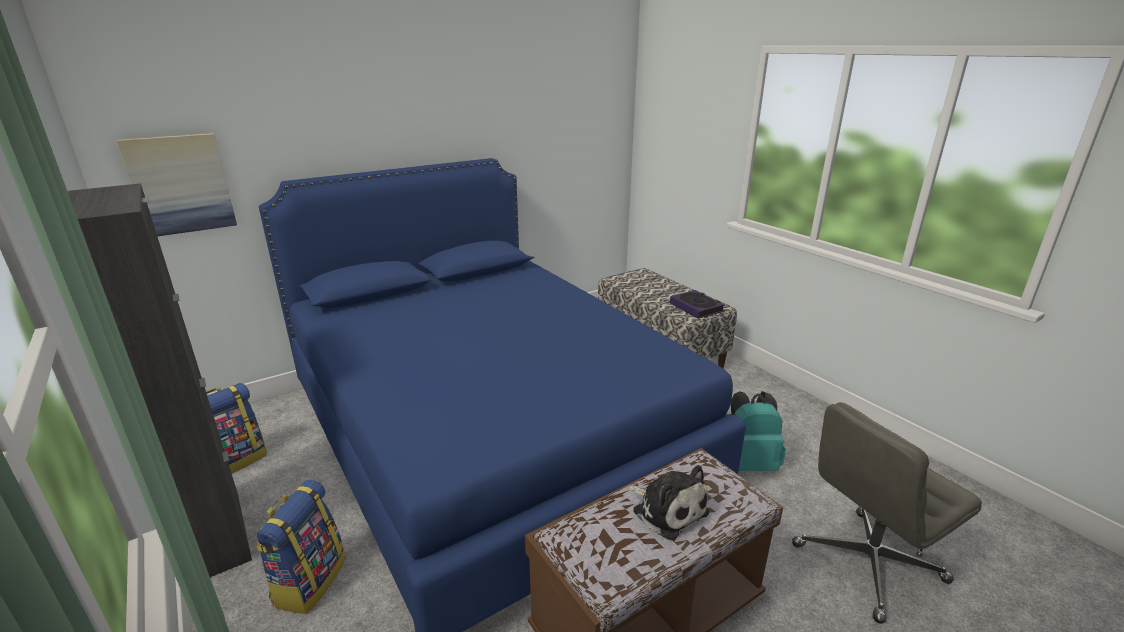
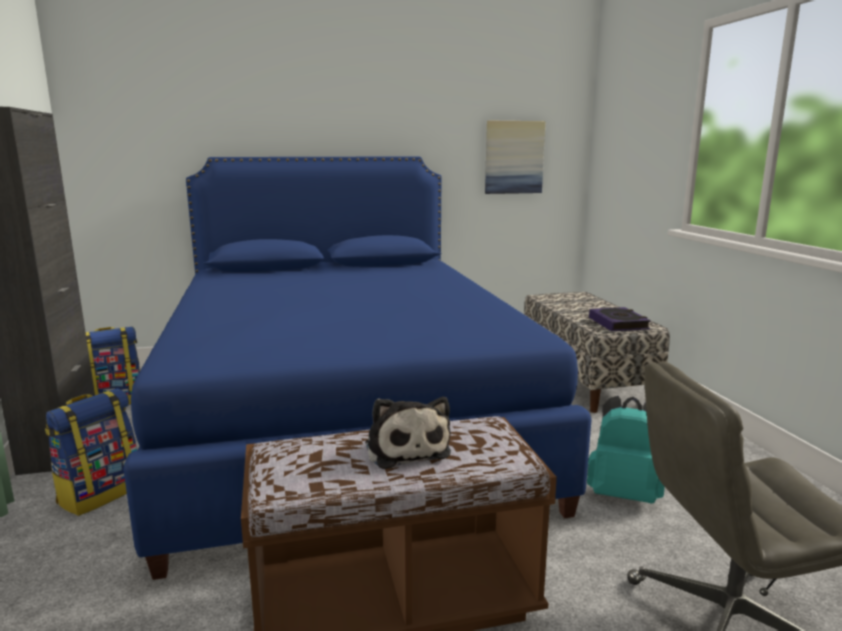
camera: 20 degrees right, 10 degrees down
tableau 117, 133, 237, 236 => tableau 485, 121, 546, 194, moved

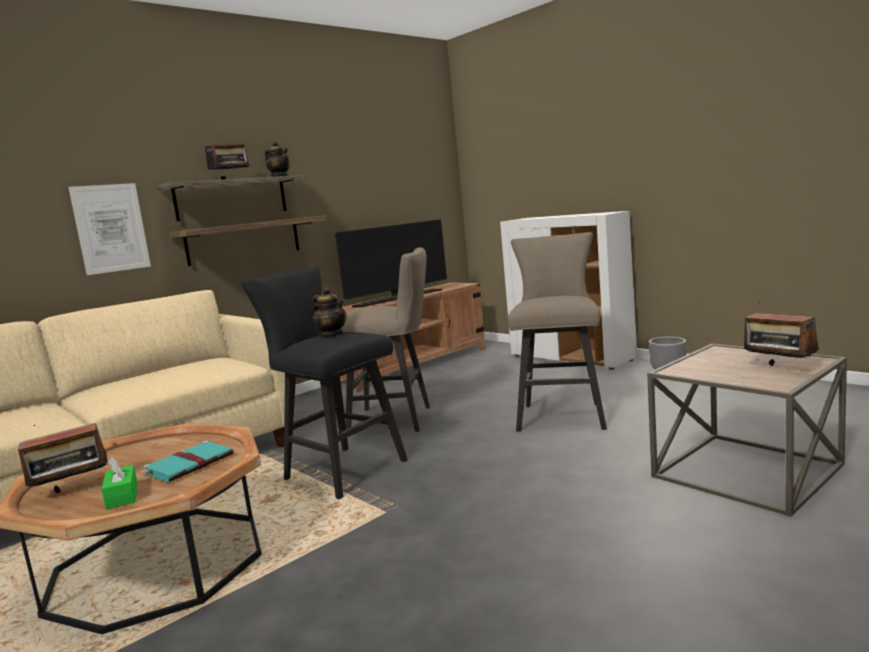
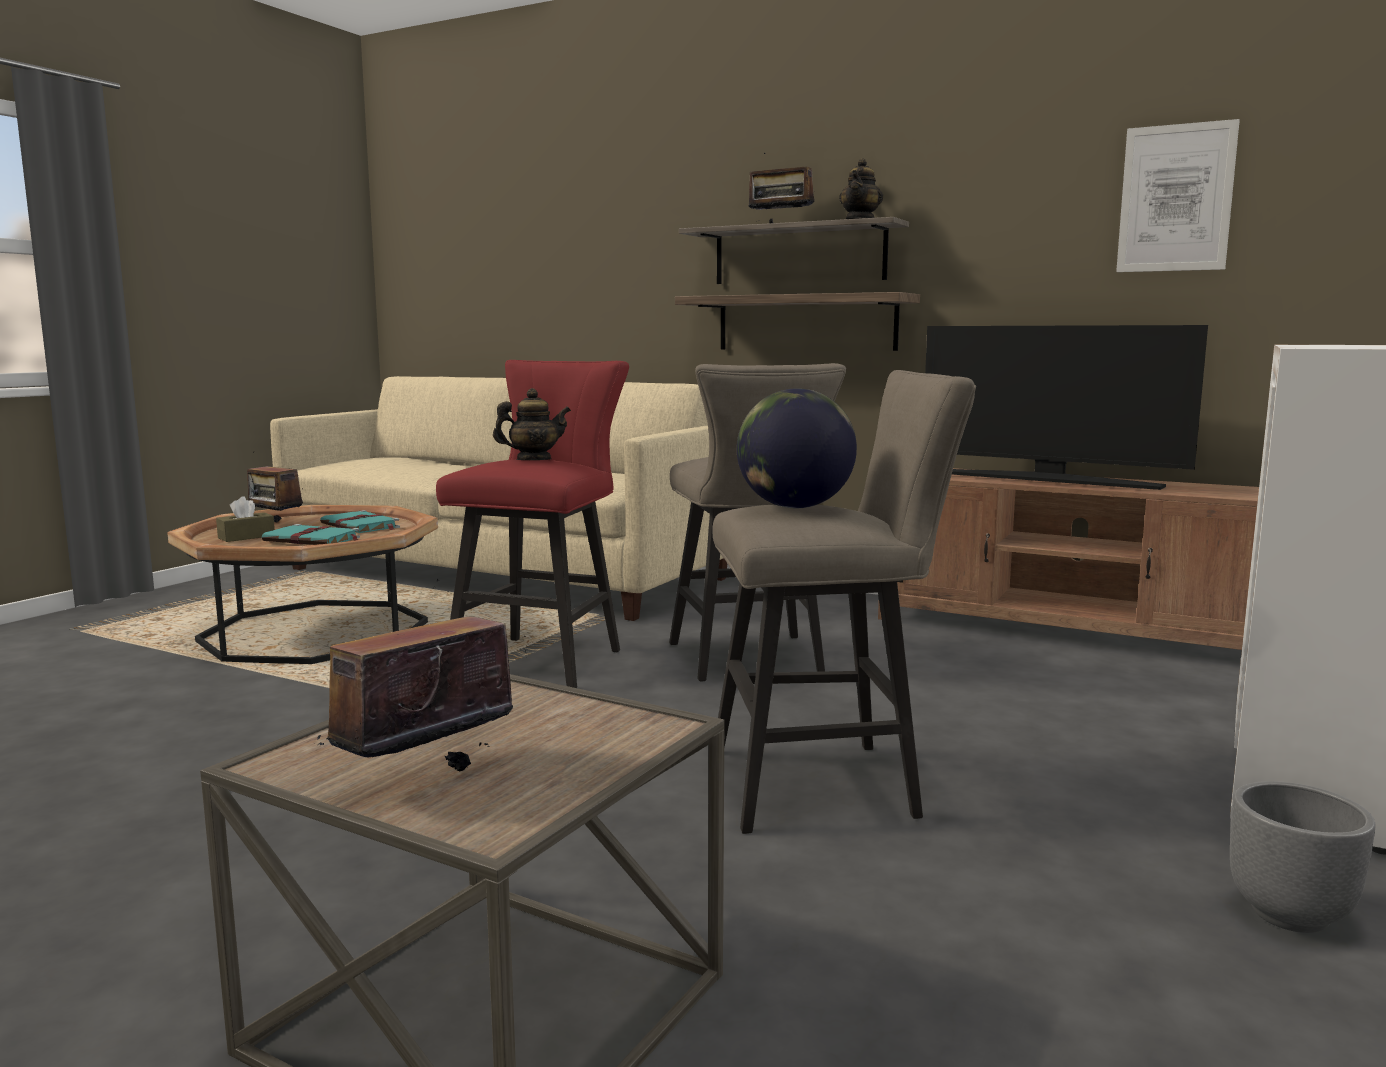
camera: 70 degrees right, 0 degrees up
tableau 69, 183, 151, 275 => tableau 1116, 119, 1240, 272, moved
tabouret/noir 241, 265, 408, 499 => tabouret/rouge 436, 360, 629, 688
théière 312, 287, 347, 336 => théière 493, 388, 571, 460, 135 degrees counterclockwise
boîte à mouchoirs/vert 101, 457, 138, 509 => boîte à mouchoirs/marron 216, 496, 275, 542
nothing => globe 737, 388, 857, 508
nothing => livre/turquoise 320, 510, 400, 533

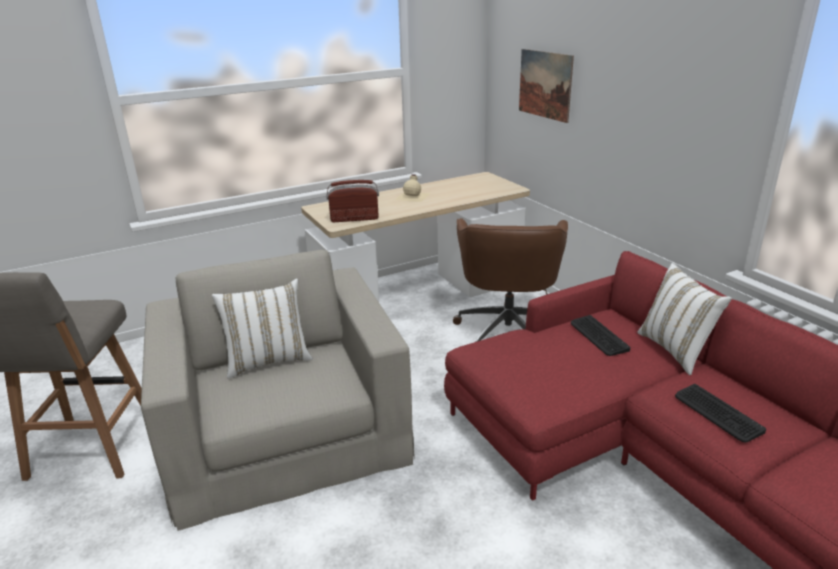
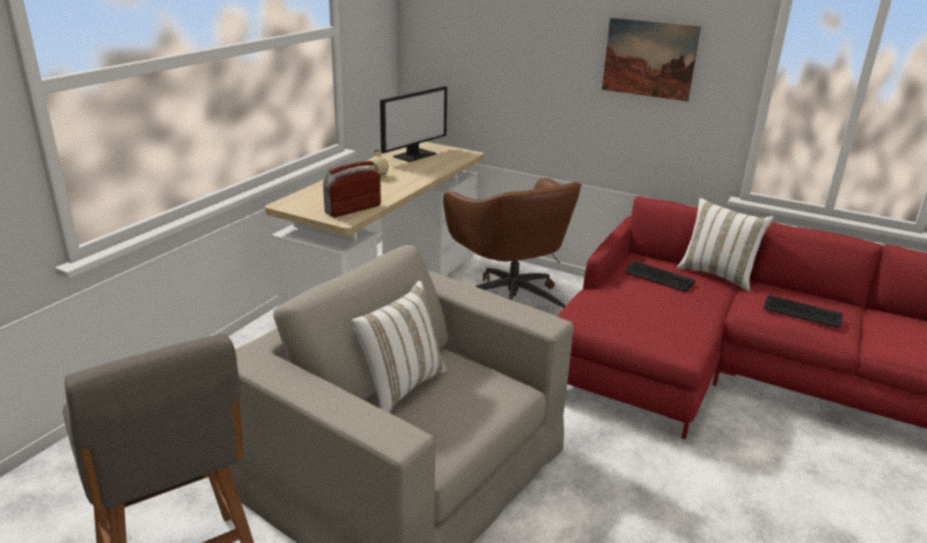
camera: 35 degrees left, 0 degrees up
tableau 519, 49, 574, 123 => tableau 602, 18, 701, 102, moved
nothing => écran d'ordinateur 380, 86, 447, 162

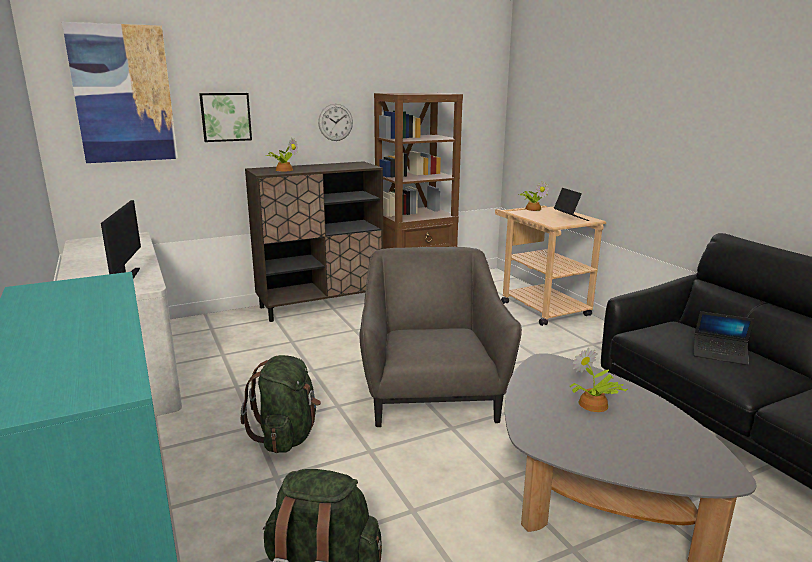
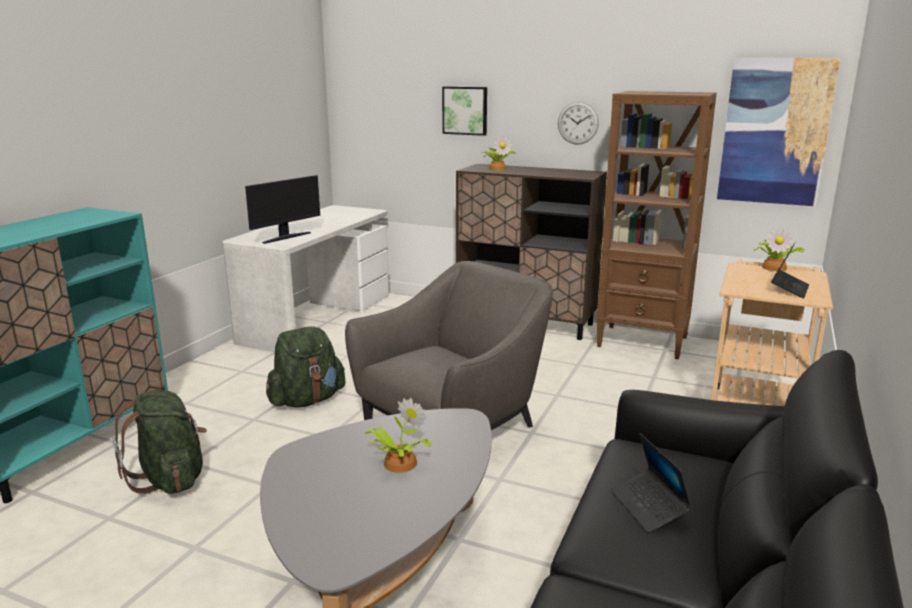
camera: 50 degrees right, 0 degrees up
tableau 62, 22, 178, 163 => tableau 717, 58, 841, 206, moved

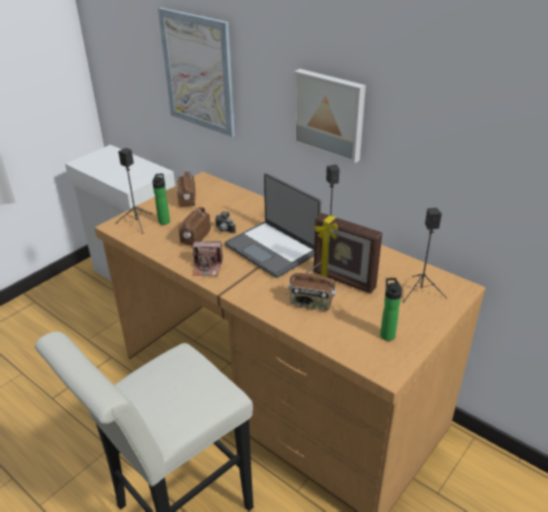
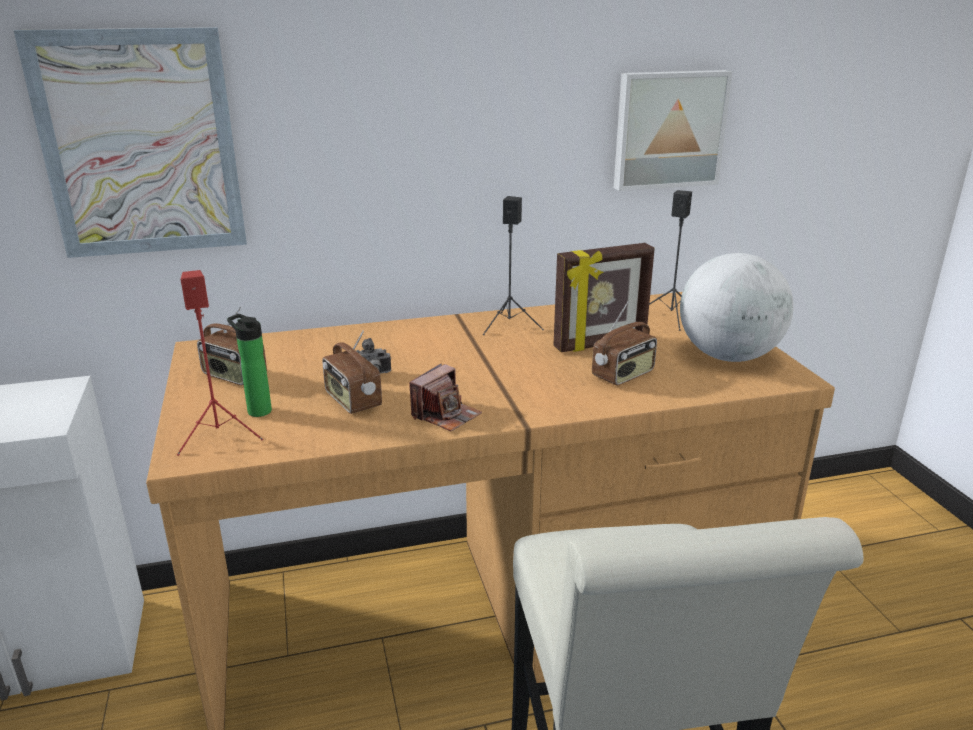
camera: 55 degrees left, 10 degrees down
tableau 293, 69, 366, 164 => tableau 614, 70, 732, 191, moved
enceinte/noir 116, 148, 152, 233 => enceinte/rouge 177, 270, 263, 456
ordinateur portable 225, 173, 321, 278 => nothing
bouteille 380, 278, 402, 341 => globe 680, 253, 794, 362

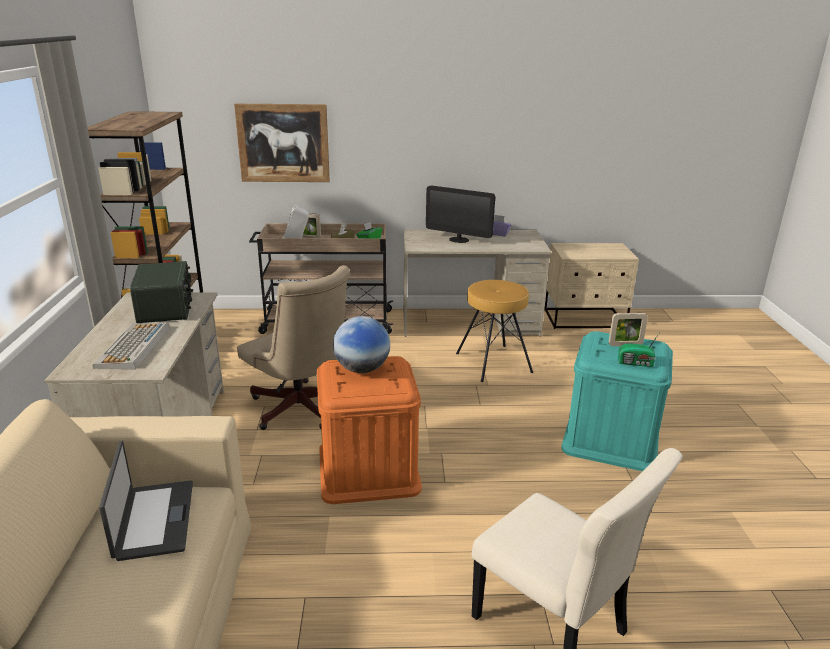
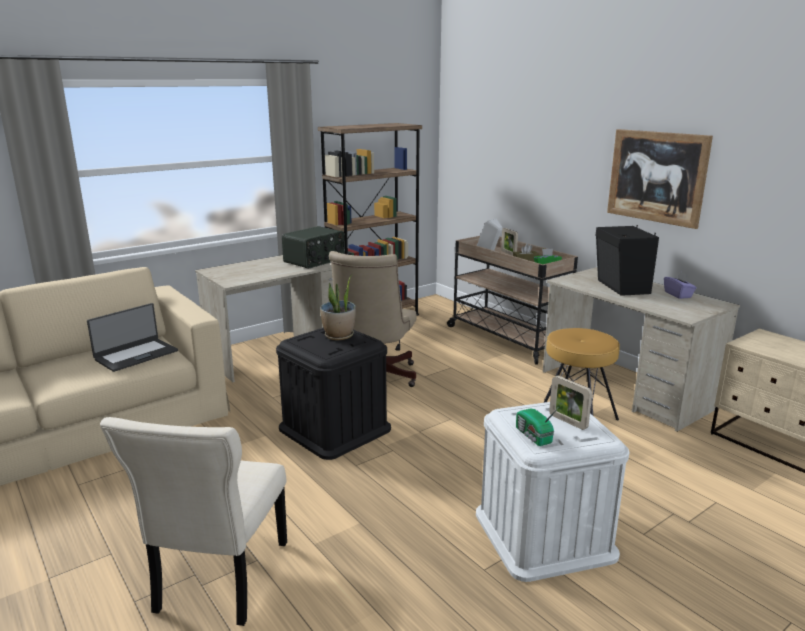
camera: 55 degrees right, 5 degrees down
tableau 234, 104, 330, 182 => tableau 607, 129, 713, 229, moved
écran d'ordinateur 426, 185, 495, 243 => enceinte/noir 596, 225, 659, 296
globe 333, 316, 390, 373 => plante en pot 320, 274, 356, 340
clavier 92, 322, 170, 369 => nothing
boîte de rangement/turquoise 561, 331, 673, 471 => boîte de rangement/blanc 476, 402, 629, 582
boîte de rangement/orange 317, 356, 422, 504 => boîte de rangement/noir 276, 327, 391, 460

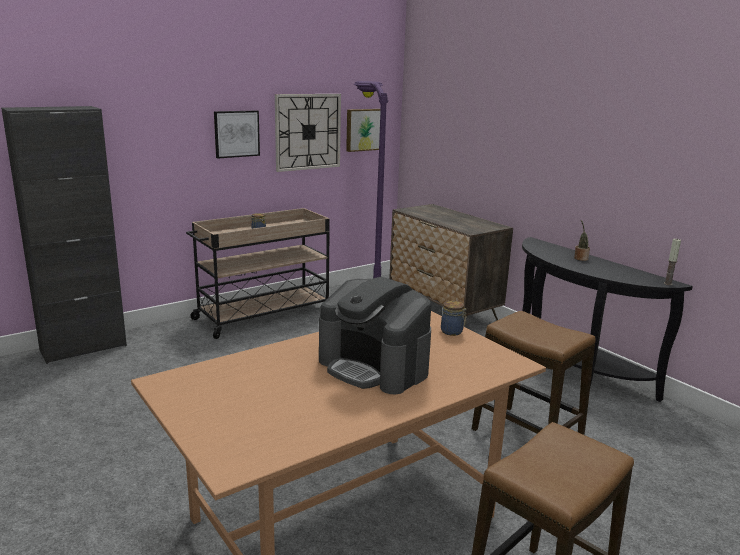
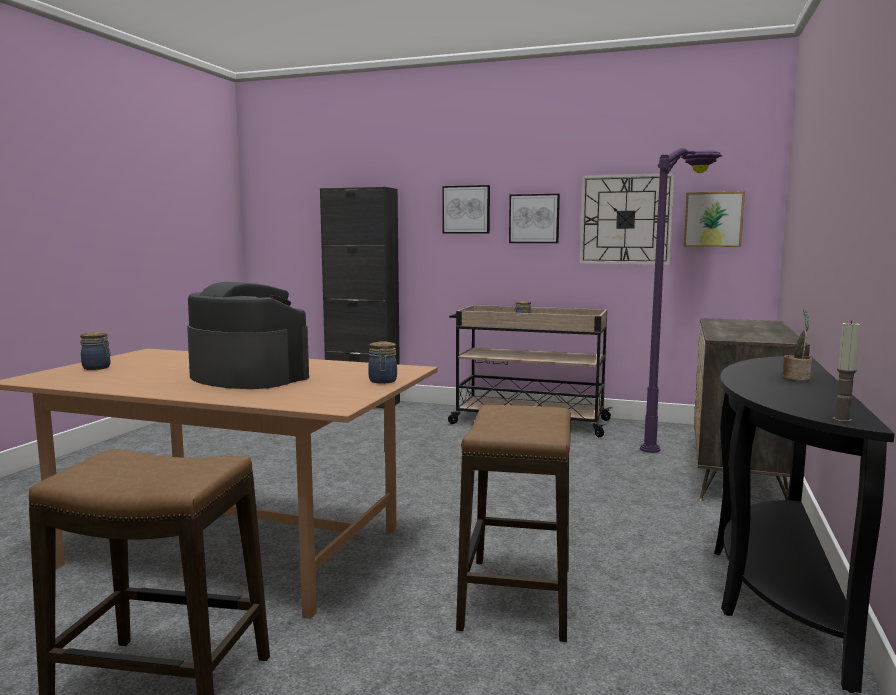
camera: 55 degrees right, 10 degrees down
machine à café 319, 277, 431, 395 => machine à café 187, 282, 309, 389, 120 degrees clockwise
nothing => tableau 442, 185, 490, 234
nothing => bocal 80, 332, 111, 370

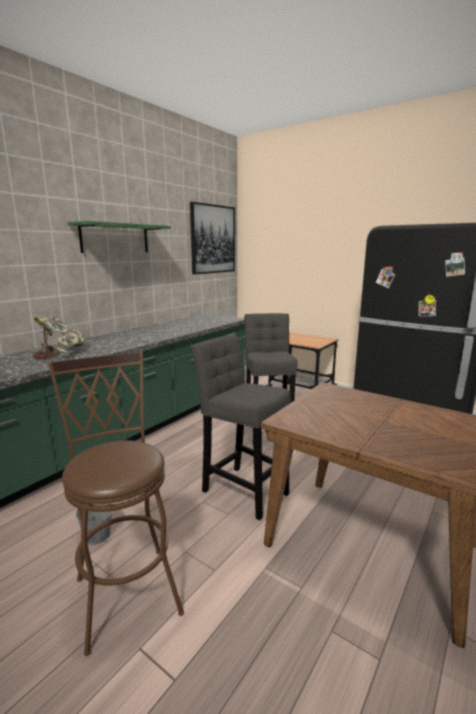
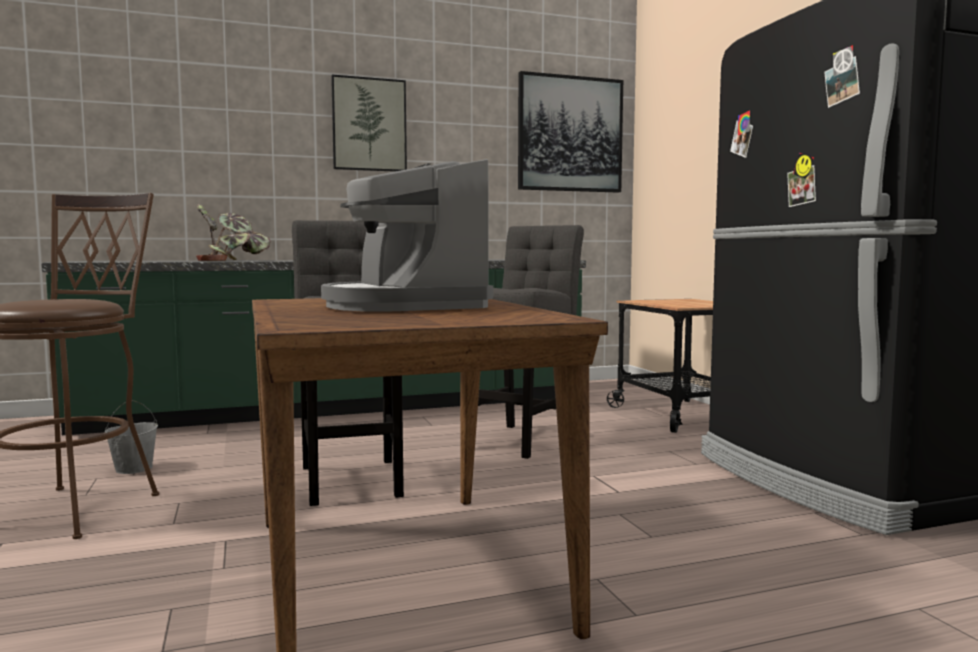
camera: 35 degrees right, 10 degrees down
étagère/vert 68, 221, 171, 253 => tableau 331, 75, 407, 172
nothing => machine à café 321, 159, 493, 311

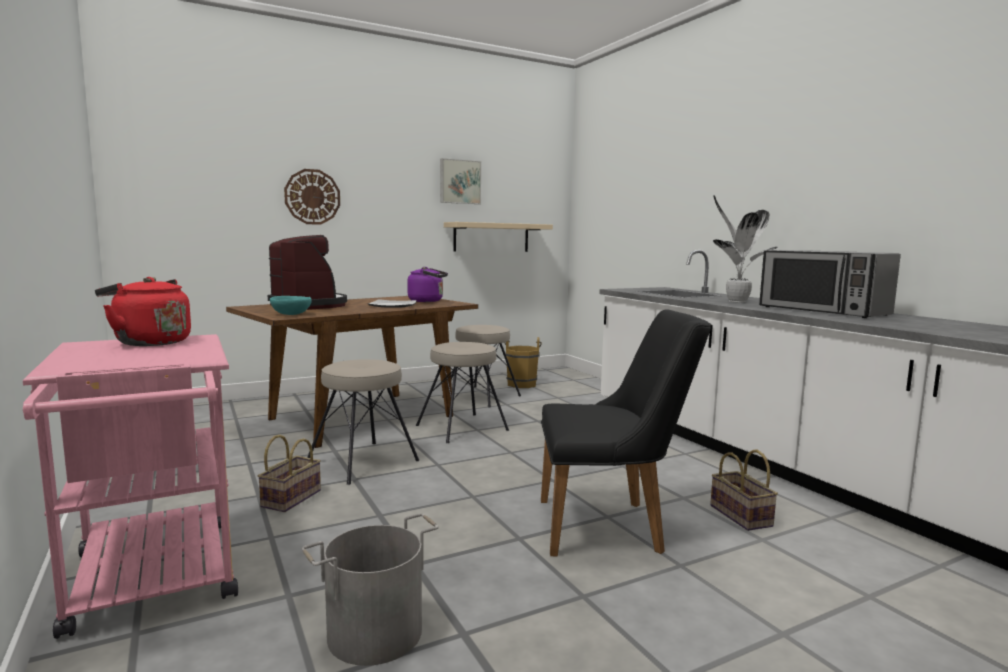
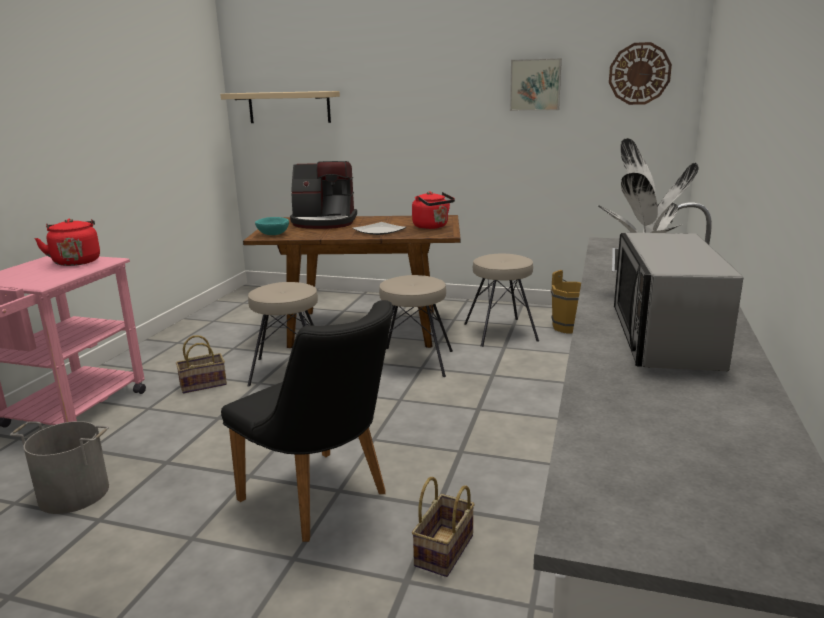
camera: 45 degrees right, 10 degrees up
horloge murale 284, 169, 340, 225 => horloge murale 609, 42, 672, 105, moved
étagère/beige 444, 222, 553, 252 => étagère/beige 220, 91, 340, 123, moved
machine à café 268, 235, 347, 310 => machine à café 290, 161, 357, 229, 90 degrees clockwise
bouilloire/violet 407, 267, 448, 302 => bouilloire/rouge 412, 191, 455, 229

